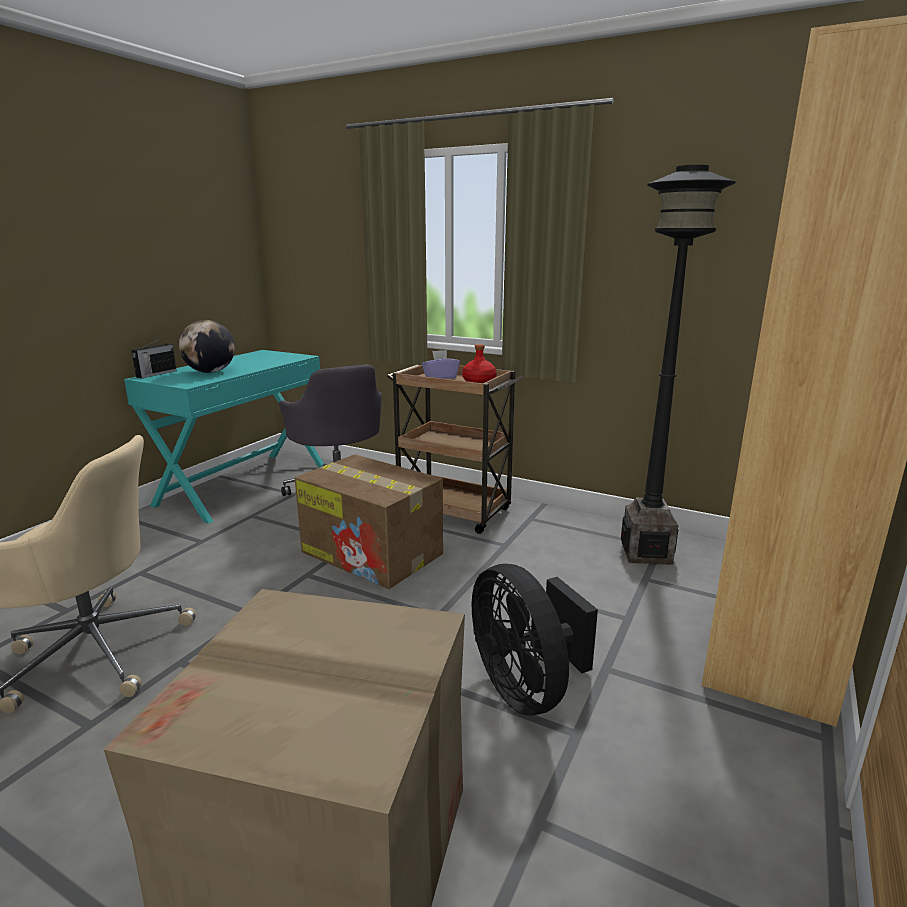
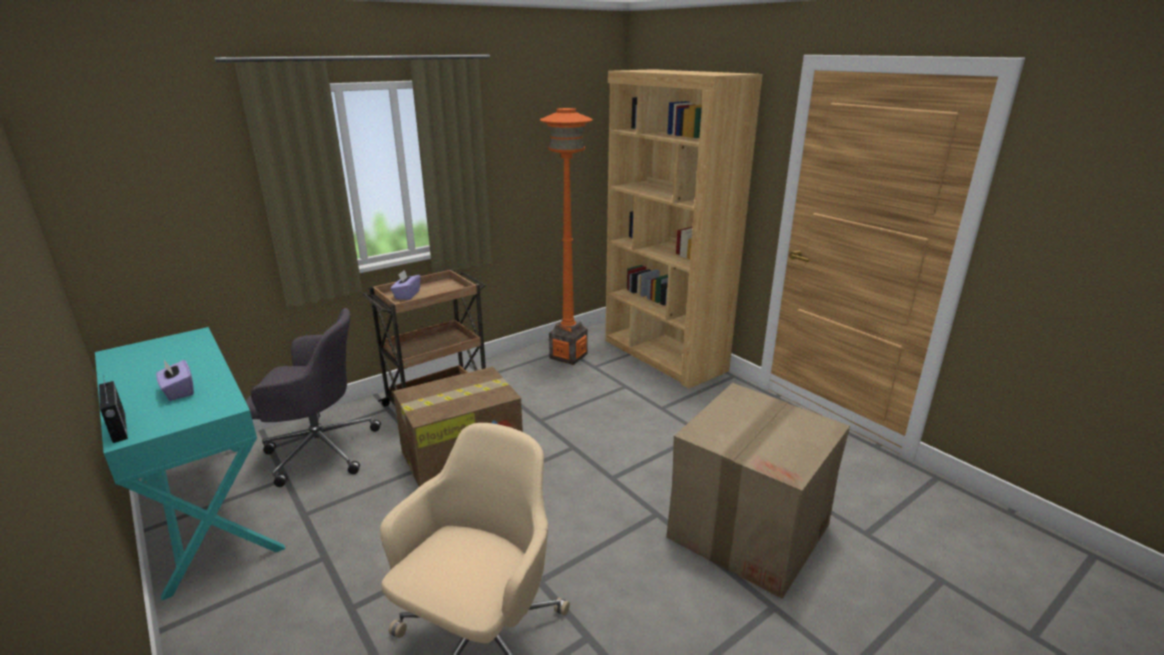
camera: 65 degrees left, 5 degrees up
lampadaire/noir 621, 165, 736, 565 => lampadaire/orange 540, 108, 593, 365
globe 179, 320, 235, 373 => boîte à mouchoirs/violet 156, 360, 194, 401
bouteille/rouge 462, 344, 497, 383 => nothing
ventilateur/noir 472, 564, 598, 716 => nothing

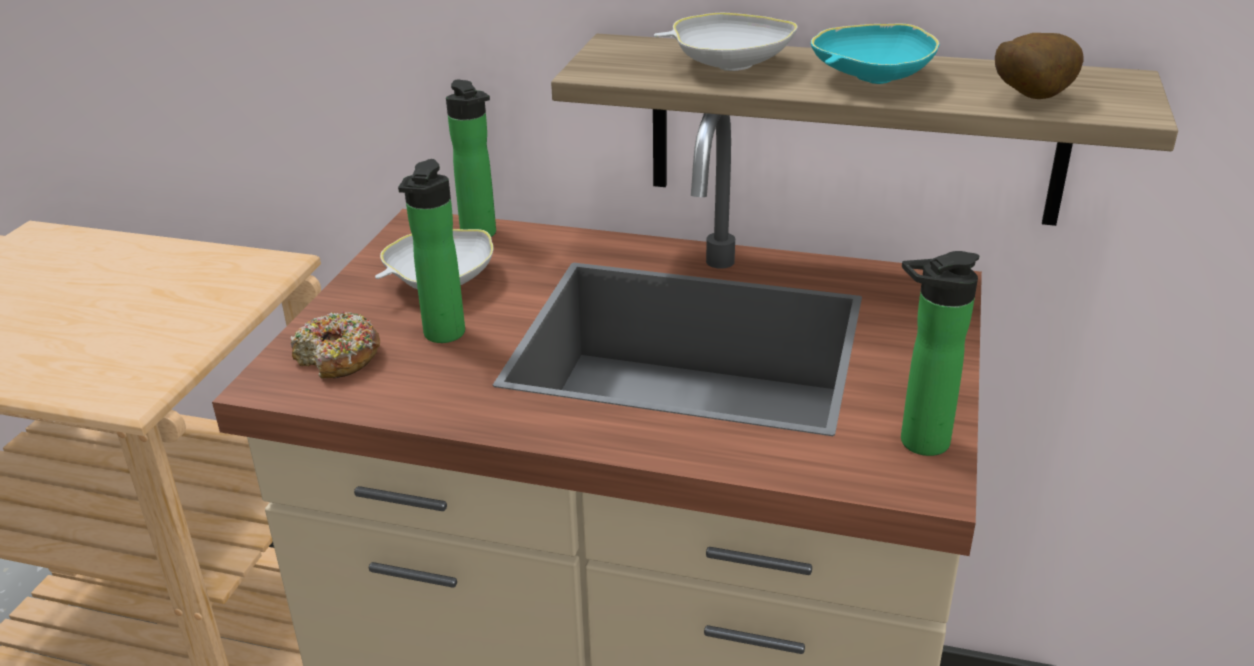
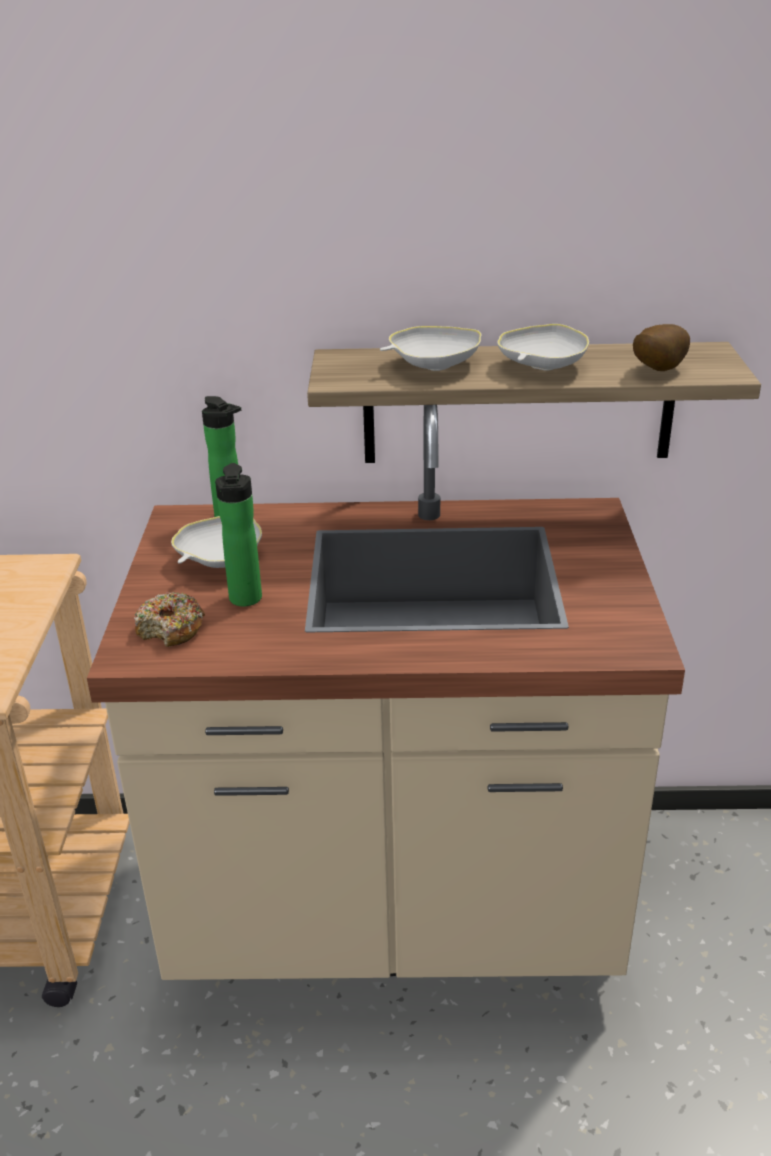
camera: 15 degrees left, 0 degrees up
bol/turquoise 811, 24, 939, 84 => bol/blanc 497, 324, 589, 371
bouteille 901, 251, 979, 456 => nothing

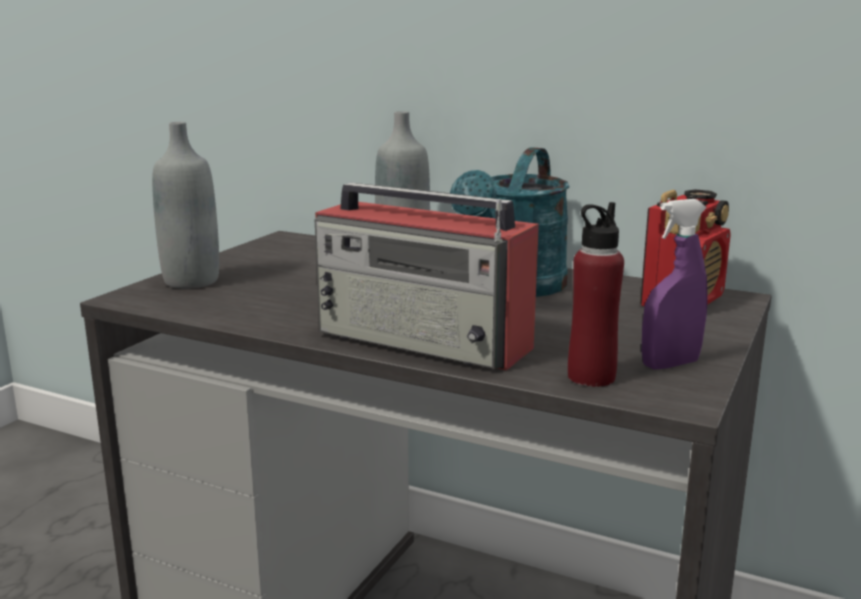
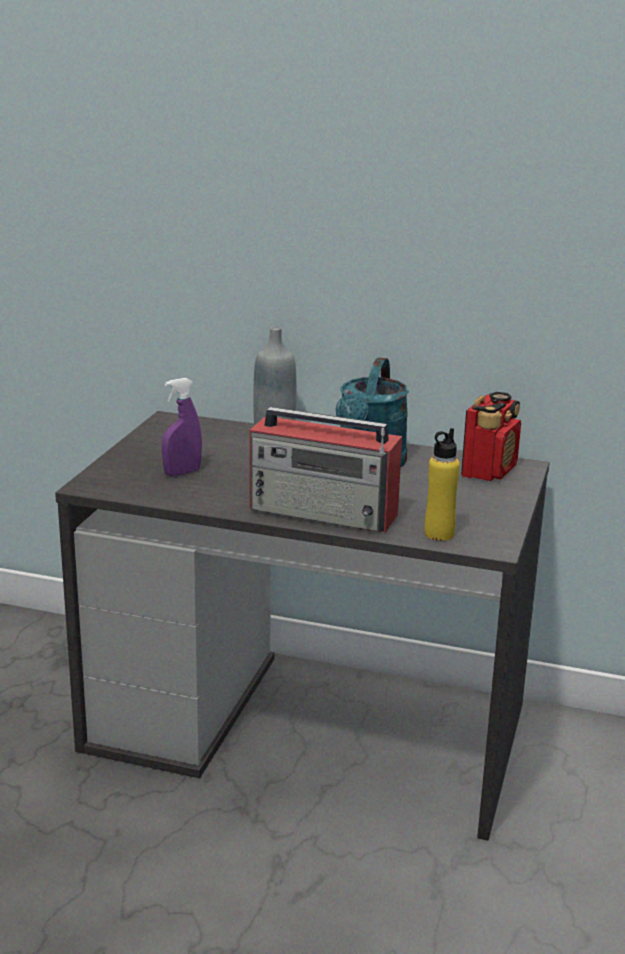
camera: 10 degrees left, 5 degrees up
bouteille/gris 152, 122, 219, 289 => nothing
vaporisateur/violet 642, 199, 707, 370 => vaporisateur/violet 162, 378, 202, 476, moved
bouteille/rouge 568, 202, 624, 387 => bouteille/jaune 424, 428, 460, 541

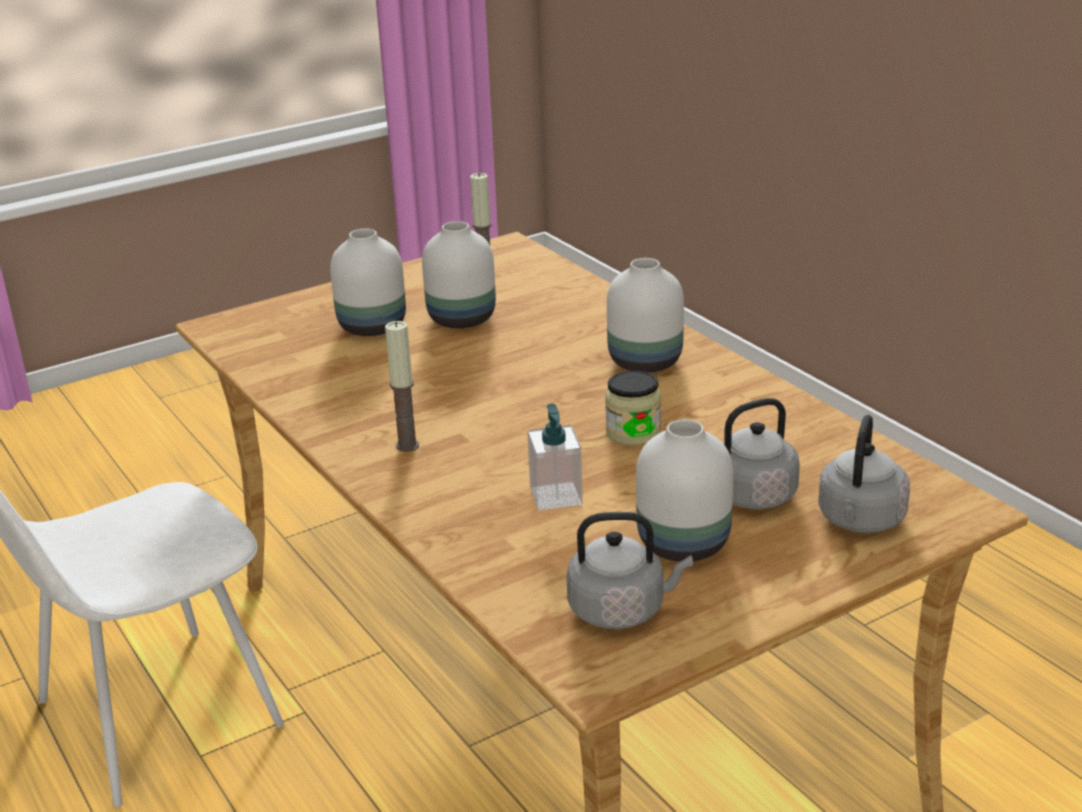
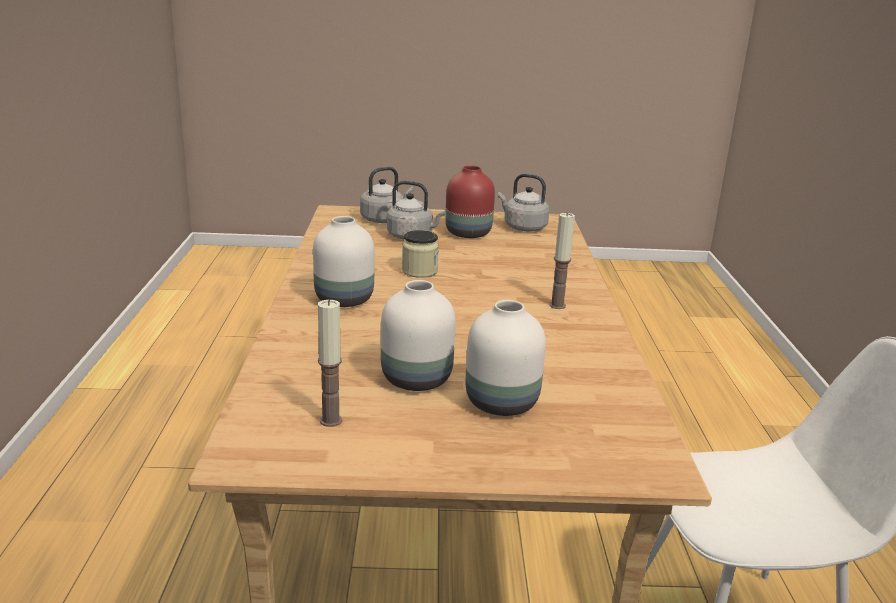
camera: 150 degrees left, 5 degrees down
distributeur de savon 527, 403, 583, 510 => nothing
vase/blanc 636, 419, 733, 562 => vase/rouge 445, 165, 495, 238

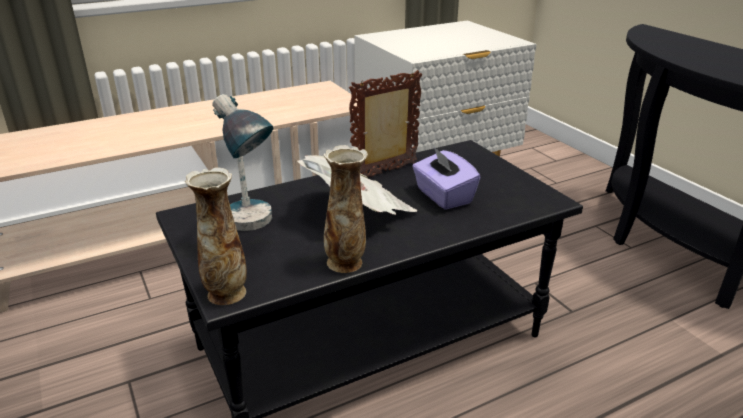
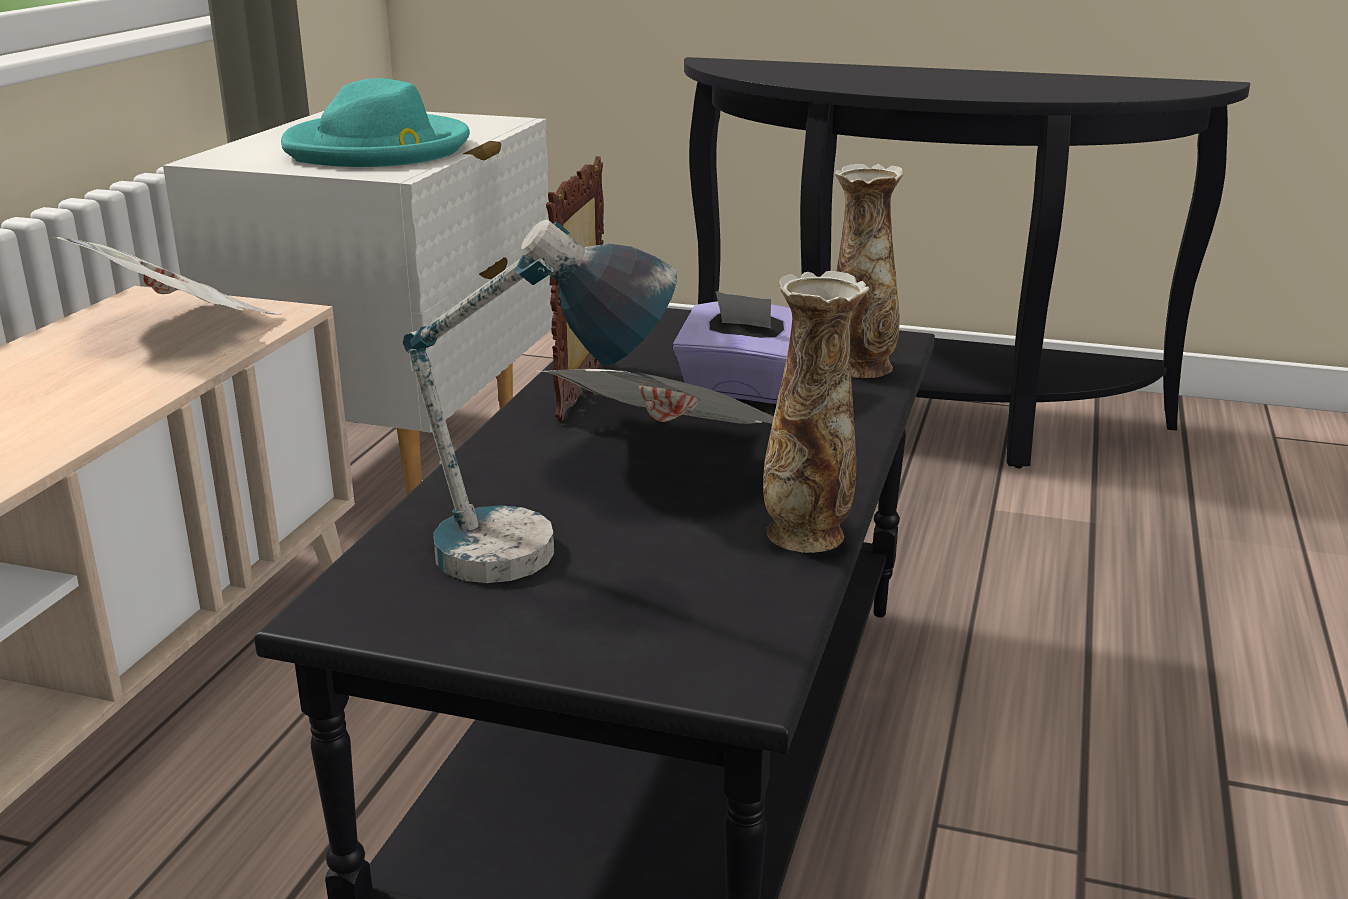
camera: 45 degrees left, 5 degrees down
vase 185, 168, 247, 305 => vase 834, 164, 903, 378, moved
nothing => chapeau/turquoise 281, 78, 470, 167
nothing => journal 53, 237, 283, 314

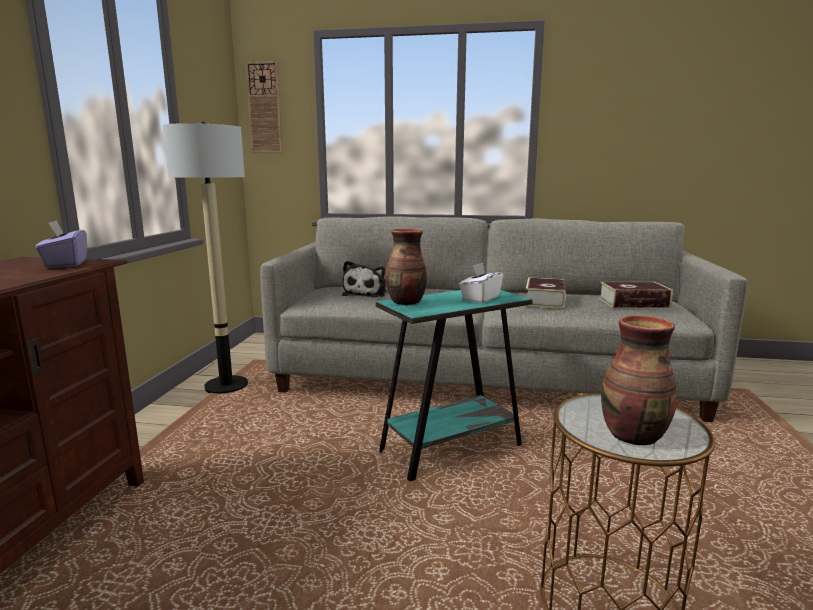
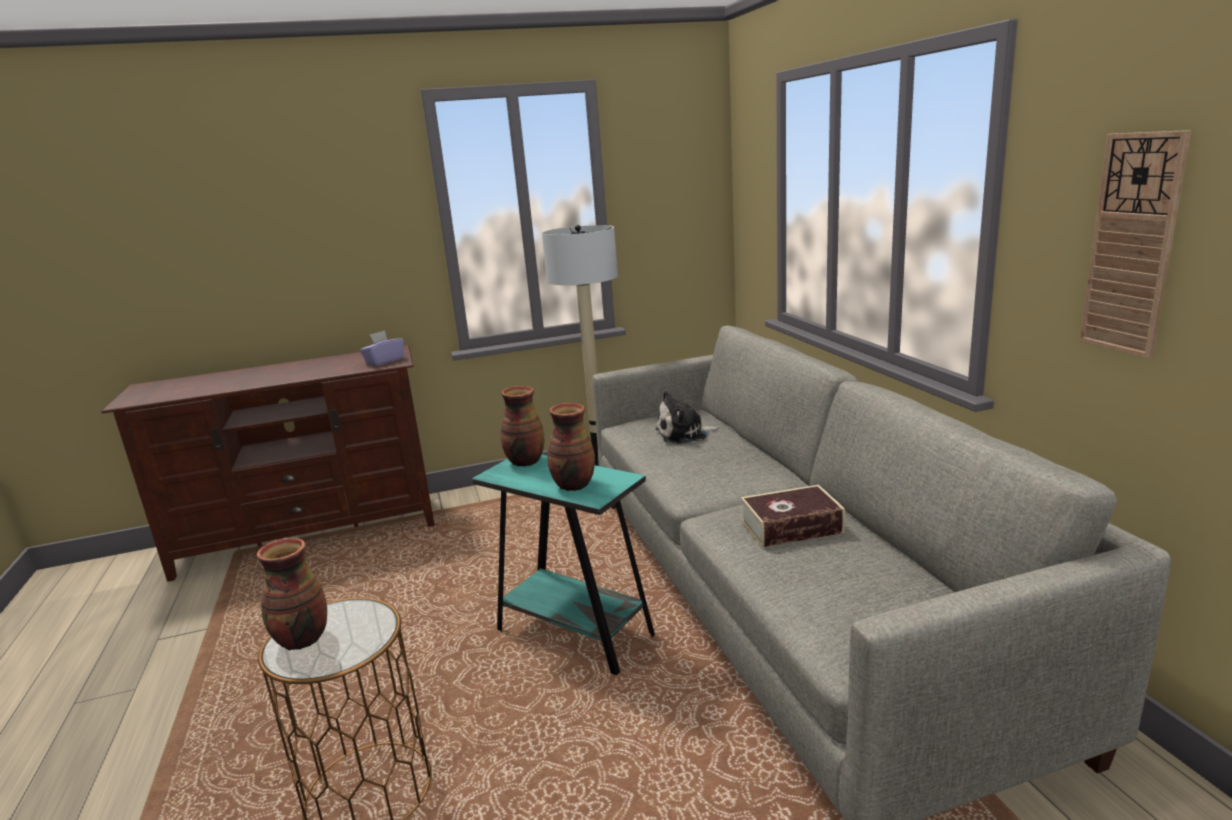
camera: 65 degrees right, 5 degrees up
horloge murale 246, 61, 283, 153 => horloge murale 1080, 130, 1191, 358, moved
boîte à mouchoirs/blanc 459, 262, 503, 303 => vase 548, 403, 595, 491
livre 599, 282, 673, 308 => nothing

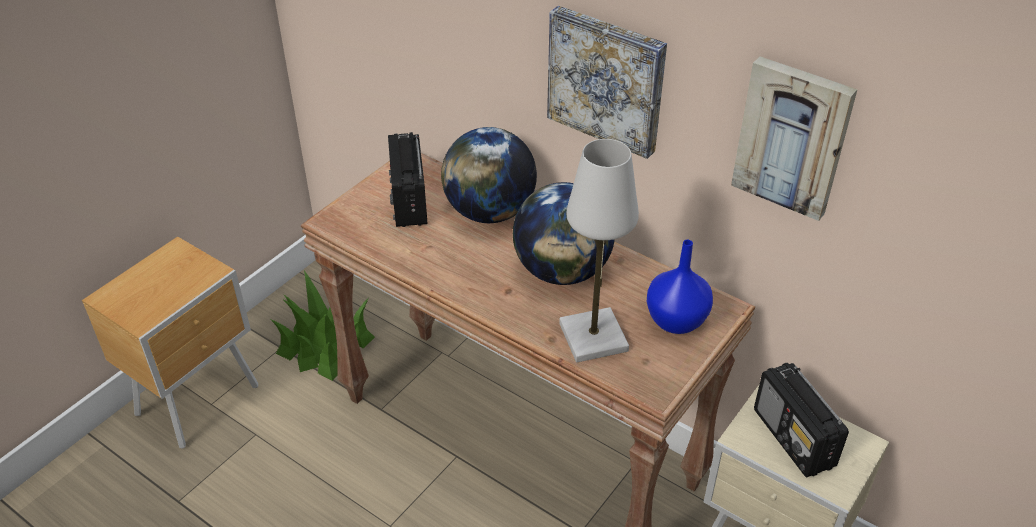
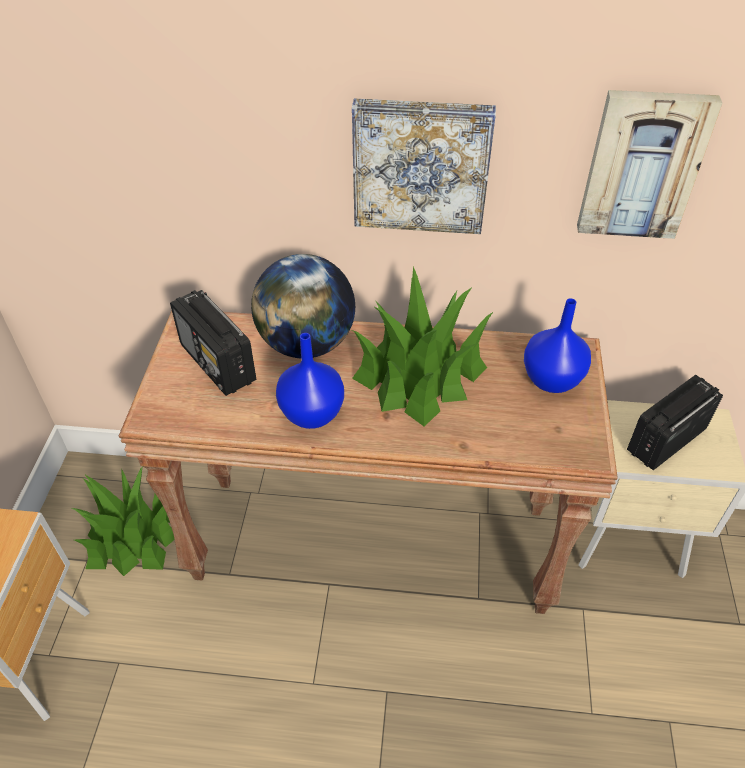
camera: 30 degrees left, 5 degrees up
lampe de table/blanc 559, 139, 639, 362 => nothing
globe 513, 182, 615, 285 => plante en pot 352, 266, 493, 427
radio 754, 363, 849, 477 => radio 627, 375, 723, 470, 105 degrees clockwise
nothing => vase/bleu 276, 333, 344, 429

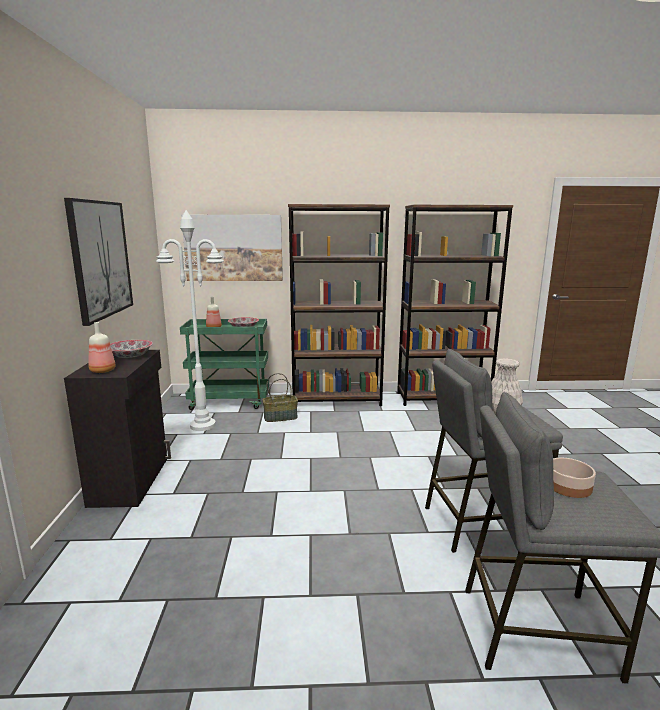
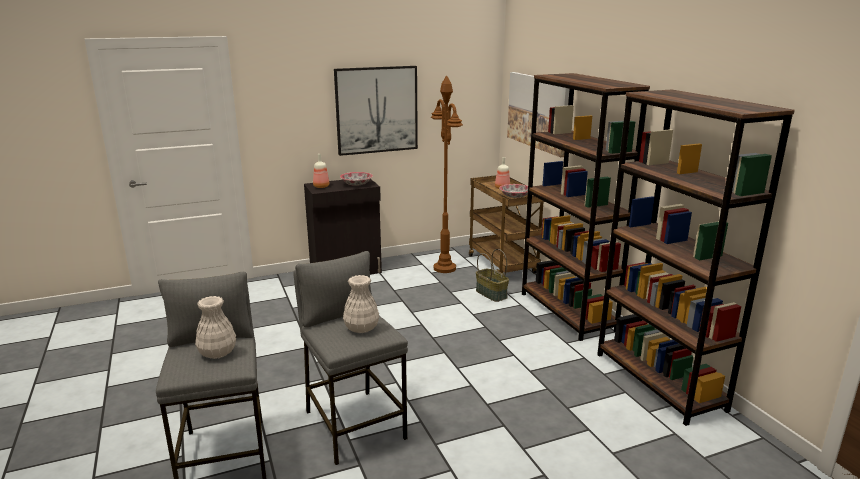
camera: 70 degrees right, 5 degrees up
lampadaire/blanc 156, 210, 224, 431 => lampadaire/marron 431, 75, 463, 273
chariot/vert 180, 319, 269, 410 => chariot/marron 469, 175, 545, 274
bol 553, 458, 596, 498 => vase/blanc 195, 296, 236, 359

